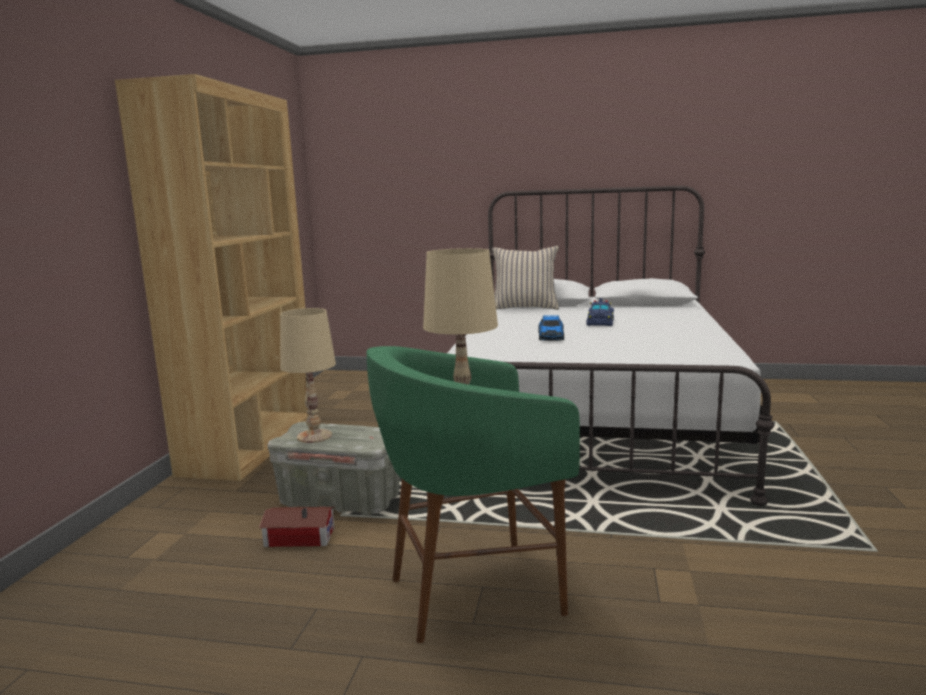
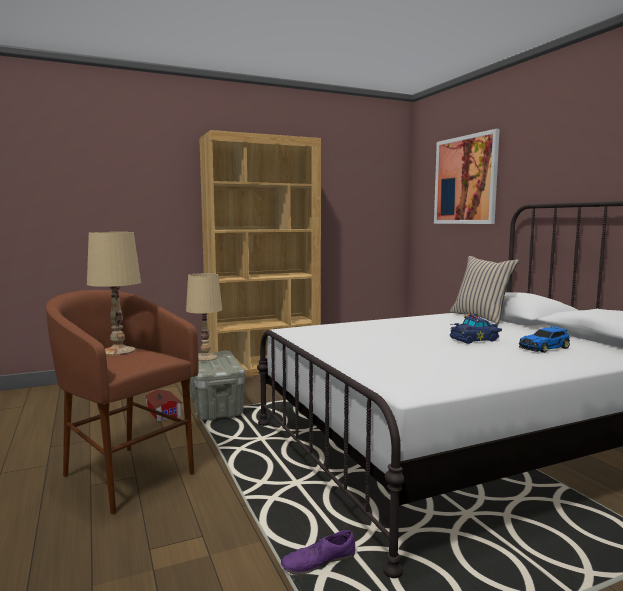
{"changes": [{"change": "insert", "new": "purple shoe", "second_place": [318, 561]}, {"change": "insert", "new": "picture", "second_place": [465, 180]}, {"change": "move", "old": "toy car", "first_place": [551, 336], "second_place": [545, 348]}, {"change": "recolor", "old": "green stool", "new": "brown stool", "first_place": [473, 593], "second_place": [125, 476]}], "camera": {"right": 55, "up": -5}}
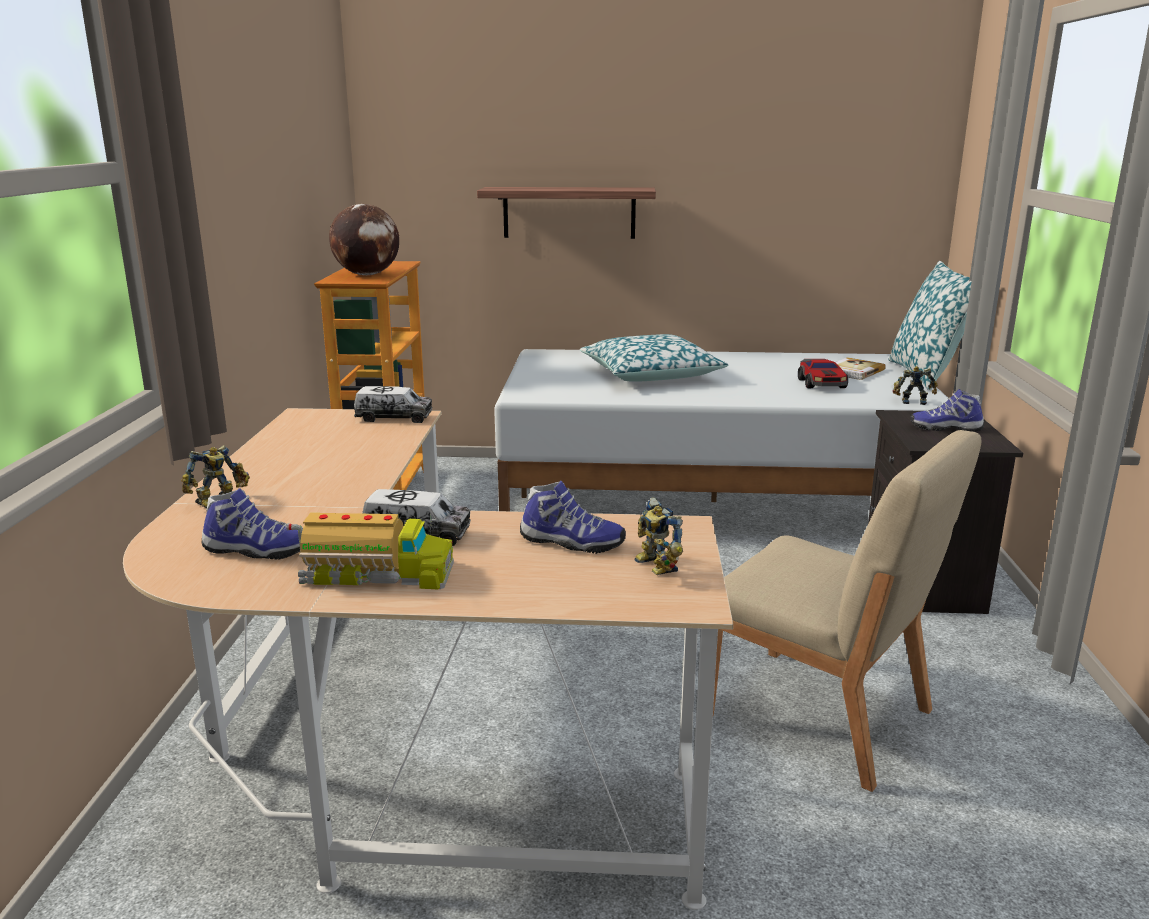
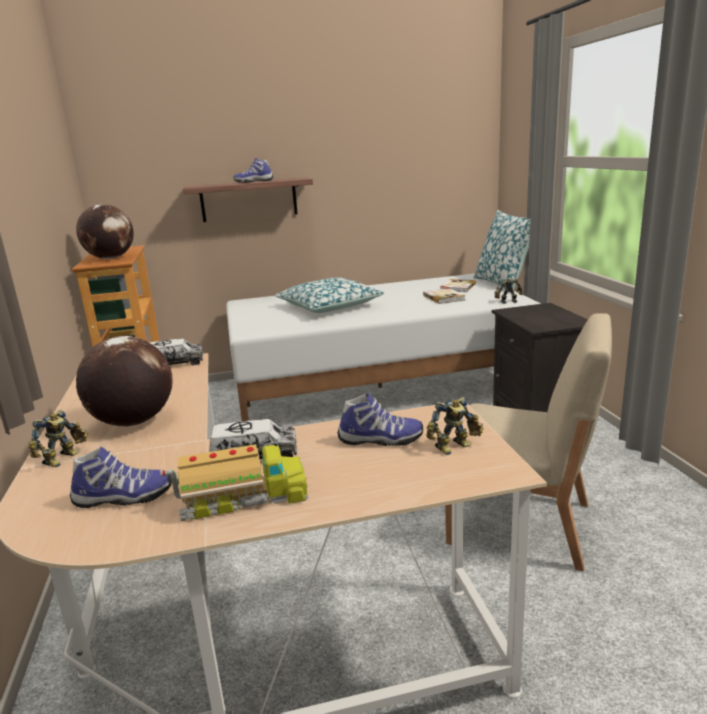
{"changes": [{"change": "insert", "new": "globe", "second_place": [133, 422]}, {"change": "move", "old": "shoe", "first_place": [945, 428], "second_place": [254, 182]}, {"change": "replace", "old": "toy car", "new": "book", "first_place": [821, 383], "second_place": [444, 297]}, {"change": "rotate", "old": "toy robot", "first_place": [653, 567], "second_place": [455, 447], "degrees": -75}], "camera": {"right": -15, "up": 0}}
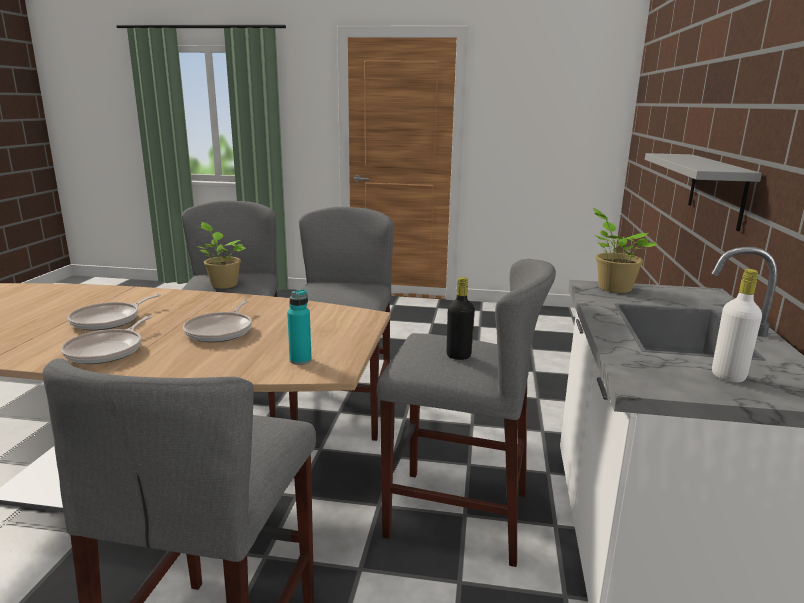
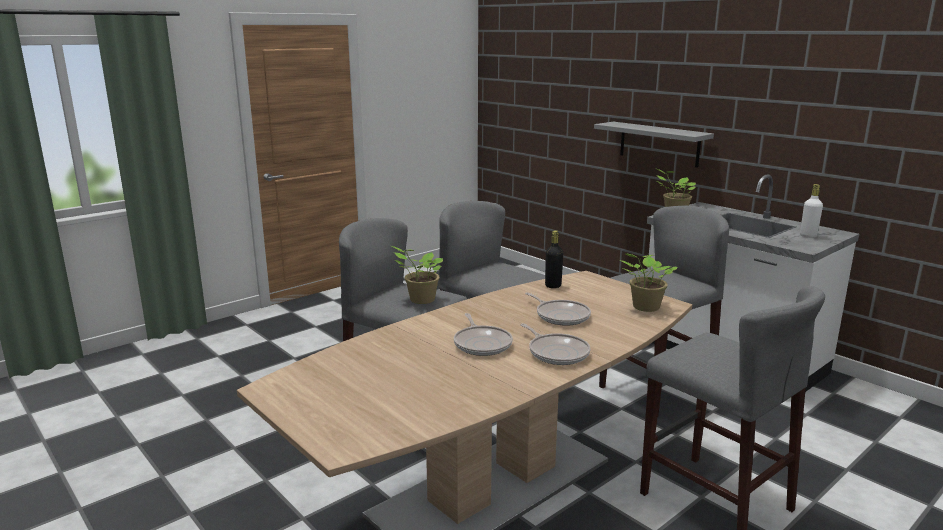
{"changes": [{"change": "move", "old": "black bottle", "first_place": [458, 356], "second_place": [553, 286]}, {"change": "replace", "old": "turquoise bottle", "new": "potted plant", "first_place": [300, 360], "second_place": [644, 307]}], "camera": {"right": -50, "up": 0}}
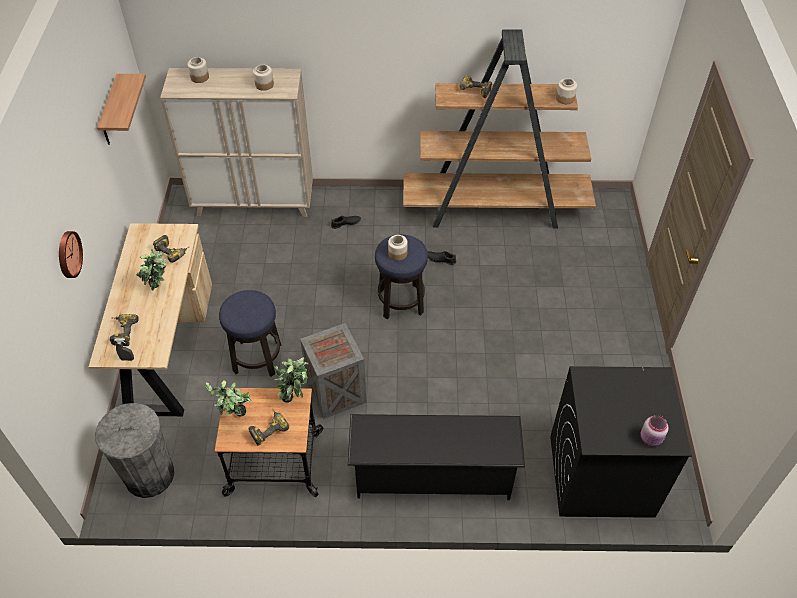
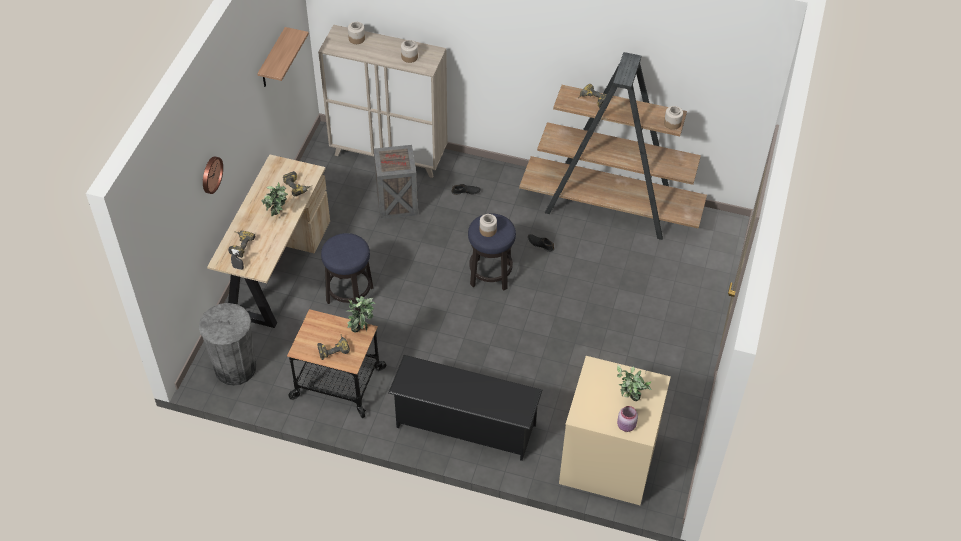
{"changes": [{"change": "move", "old": "potted plant", "first_place": [235, 417], "second_place": [629, 401]}, {"change": "move", "old": "crate", "first_place": [337, 393], "second_place": [398, 203]}, {"change": "recolor", "old": "black washing machine", "new": "beige washing machine", "first_place": [600, 476], "second_place": [607, 461]}], "camera": {"right": 15, "up": 0}}
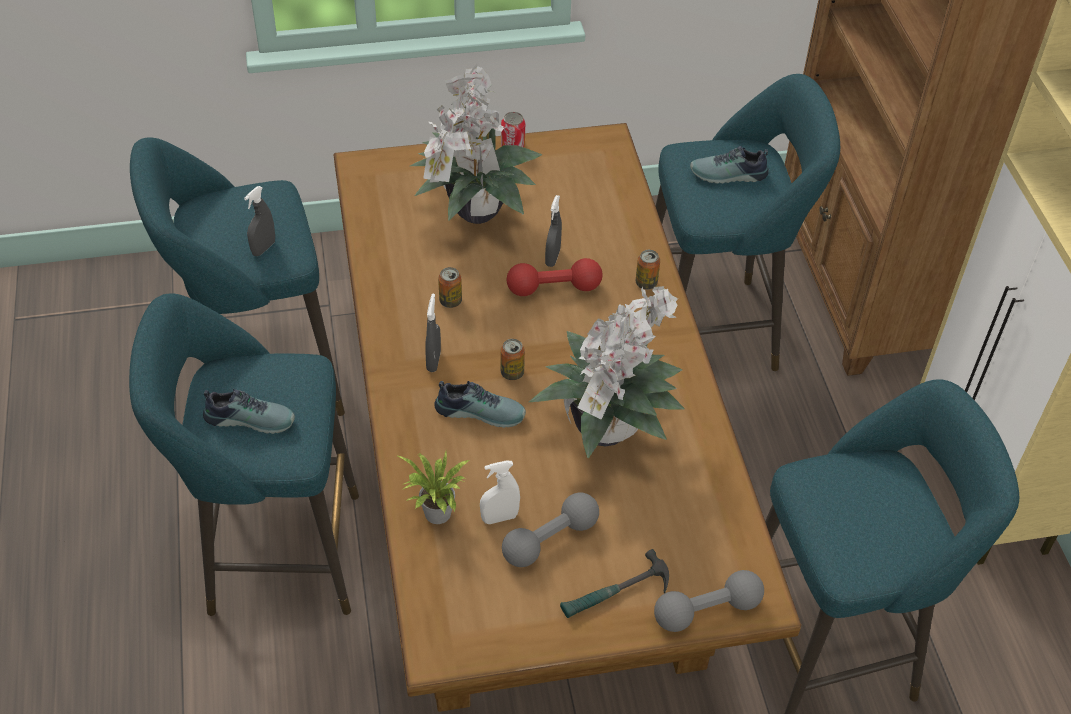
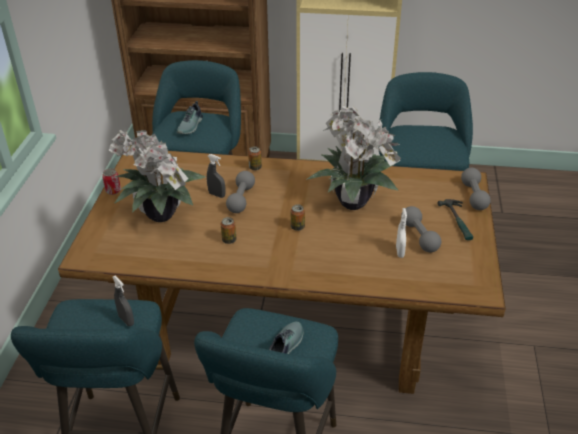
{"changes": [{"change": "delete", "old": "potted plant", "first_place": [436, 516]}, {"change": "delete", "old": "grey spray bottle", "first_place": [433, 361]}, {"change": "delete", "old": "shoe", "first_place": [480, 410]}, {"change": "recolor", "old": "red dumbbell", "new": "grey dumbbell", "first_place": [554, 288], "second_place": [241, 199]}], "camera": {"right": -70, "up": -10}}
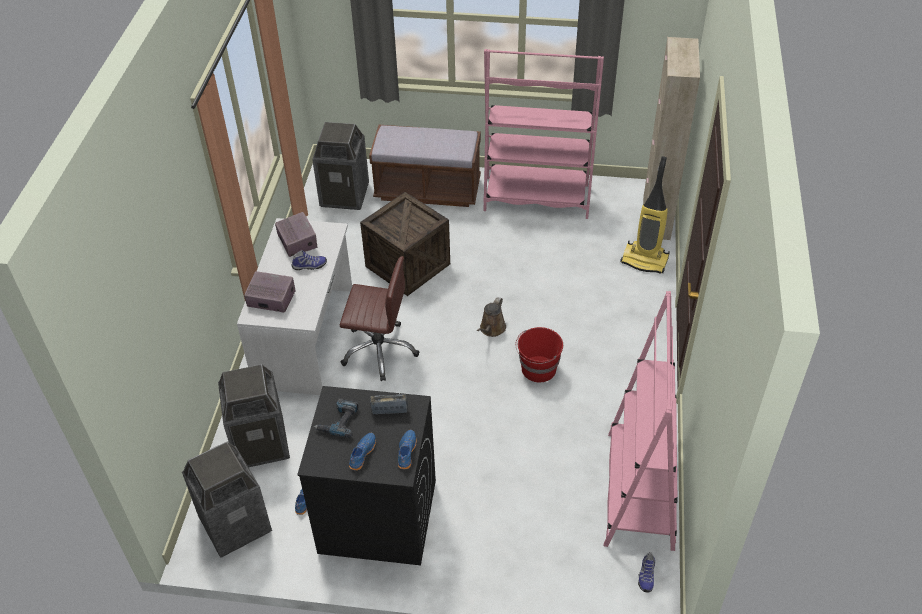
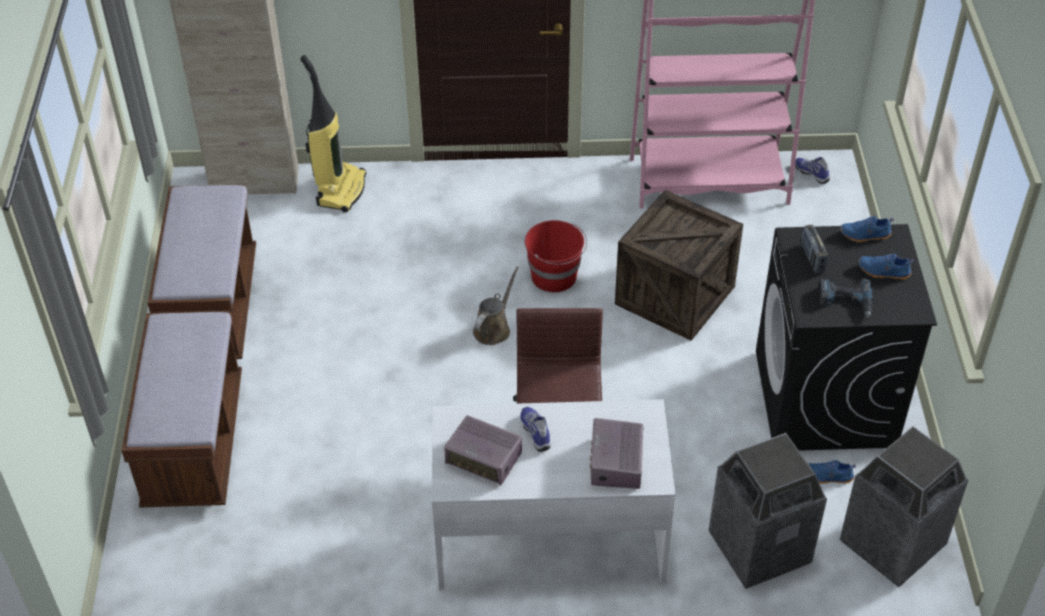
{"changes": [{"change": "delete", "old": "trash can", "first_place": [345, 195]}, {"change": "move", "old": "crate", "first_place": [407, 265], "second_place": [675, 295]}, {"change": "replace", "old": "pink bookcase", "new": "brown bench", "first_place": [536, 198], "second_place": [212, 307]}, {"change": "rotate", "old": "radio", "first_place": [297, 241], "second_place": [484, 459], "degrees": -120}, {"change": "rotate", "old": "brown watering can", "first_place": [491, 329], "second_place": [493, 328], "degrees": -75}, {"change": "rotate", "old": "shoe", "first_place": [646, 575], "second_place": [812, 173], "degrees": -135}], "camera": {"right": -100, "up": 0}}
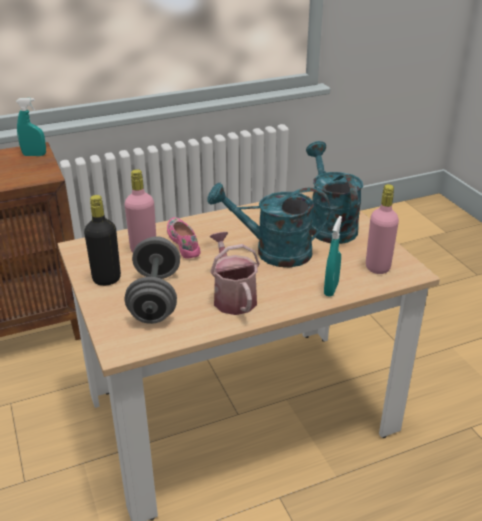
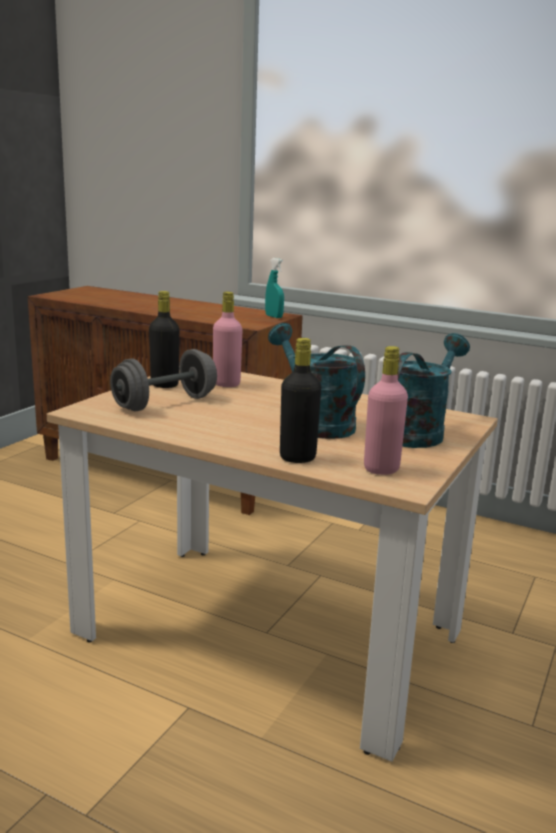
{"changes": [{"change": "delete", "old": "pink shoe", "first_place": [184, 242]}, {"change": "delete", "old": "watering can", "first_place": [232, 296]}, {"change": "replace", "old": "turquoise spray bottle", "new": "black bottle", "first_place": [331, 289], "second_place": [297, 458]}], "camera": {"right": 50, "up": -15}}
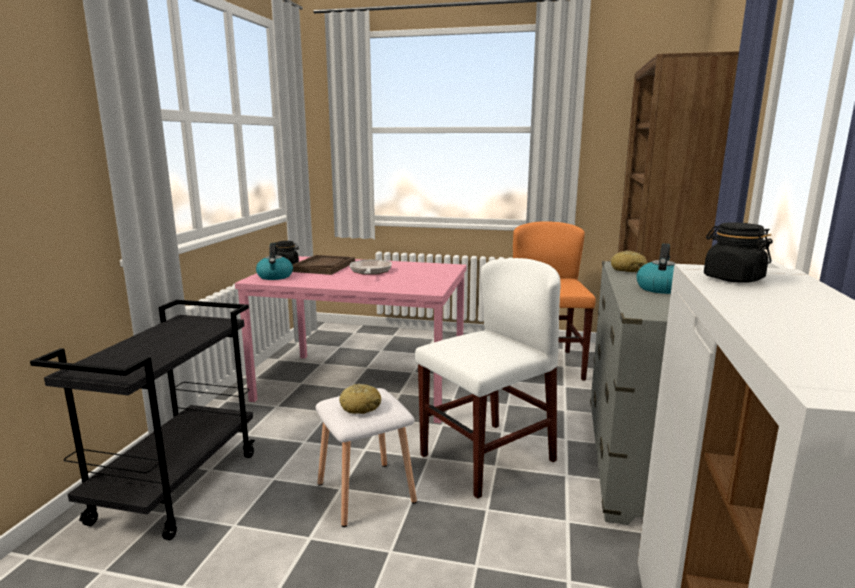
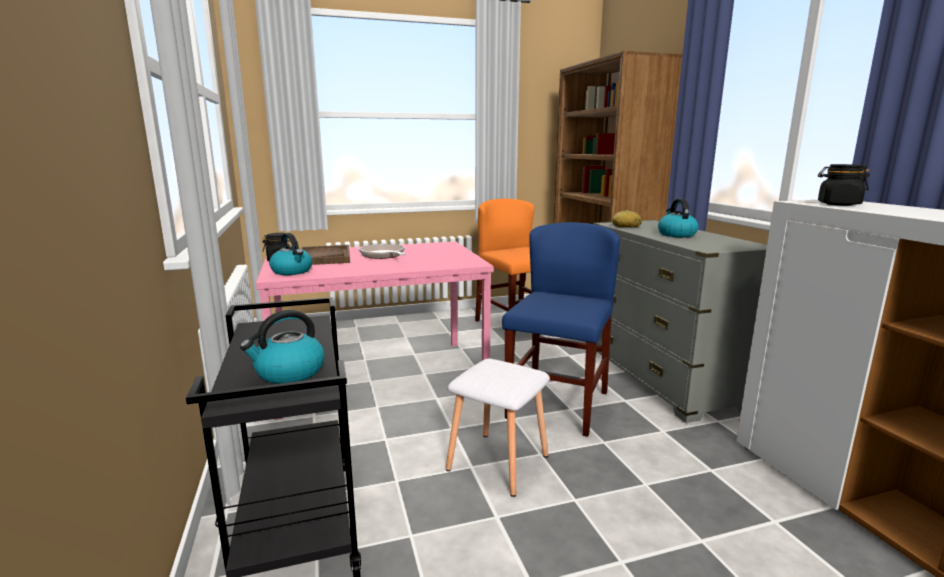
{"changes": [{"change": "delete", "old": "bread", "first_place": [360, 407]}, {"change": "insert", "new": "kettle", "second_place": [289, 373]}, {"change": "recolor", "old": "white chair", "new": "blue chair", "first_place": [487, 458], "second_place": [558, 405]}], "camera": {"right": -30, "up": 0}}
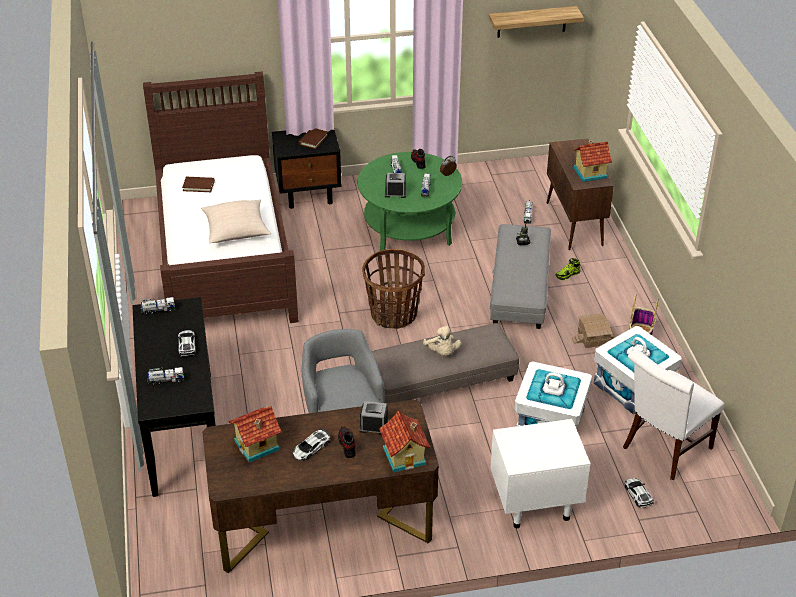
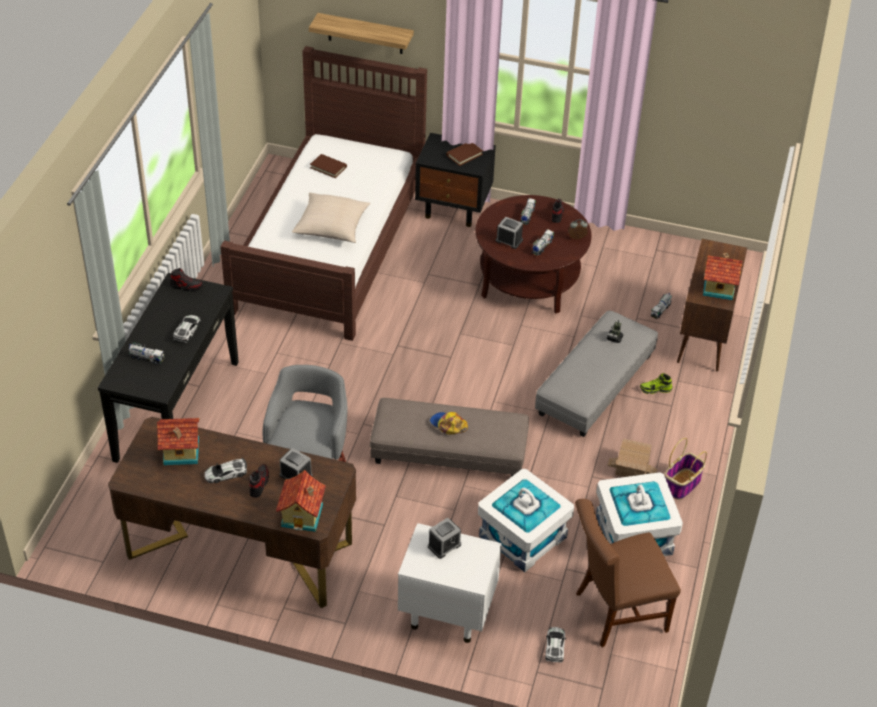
{"changes": [{"change": "delete", "old": "basket", "first_place": [394, 315]}, {"change": "insert", "new": "alarm clock", "second_place": [444, 545]}, {"change": "move", "old": "shelf", "first_place": [532, 22], "second_place": [365, 34]}, {"change": "replace", "old": "toy truck", "new": "shoe", "first_place": [158, 310], "second_place": [186, 286]}, {"change": "replace", "old": "beige plush toy", "new": "cap", "first_place": [442, 352], "second_place": [448, 425]}, {"change": "recolor", "old": "green coffee table", "new": "brown coffee table", "first_place": [409, 228], "second_place": [528, 280]}, {"change": "recolor", "old": "white chair", "new": "brown chair", "first_place": [663, 450], "second_place": [615, 613]}], "camera": {"right": 25, "up": 5}}
